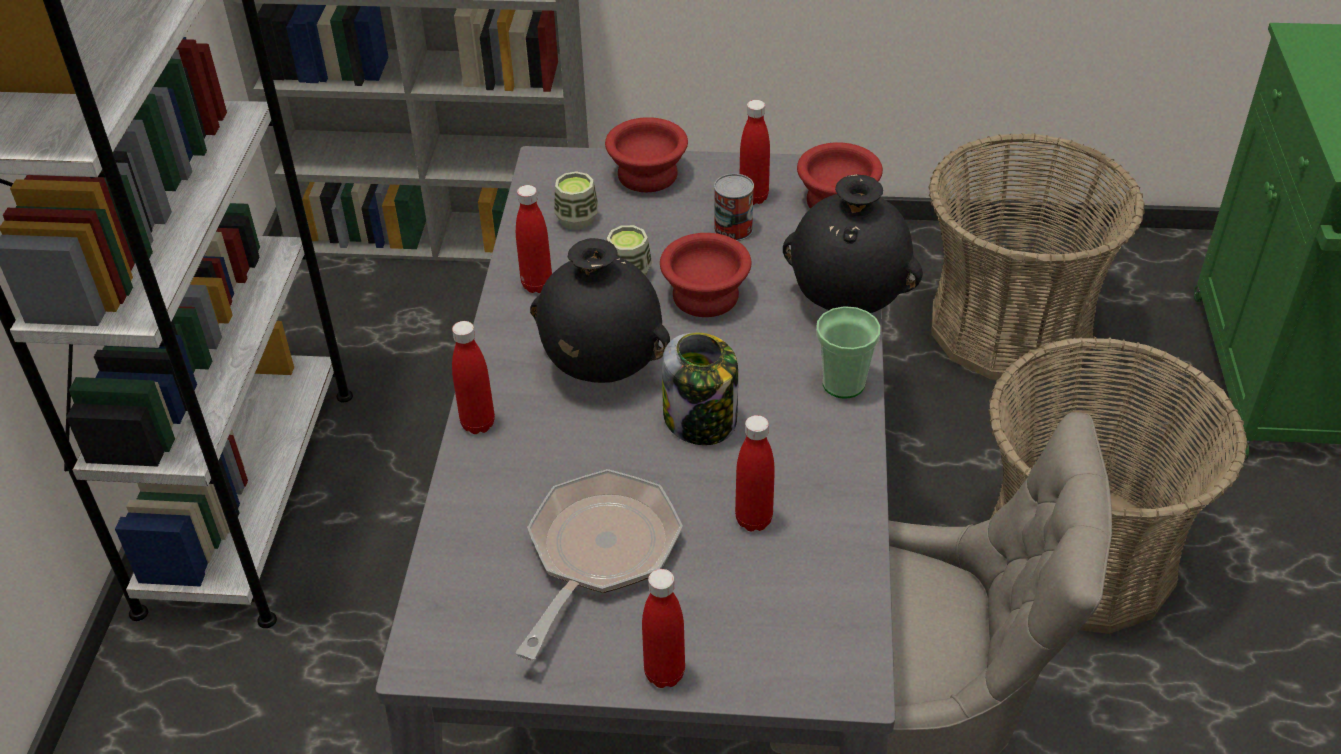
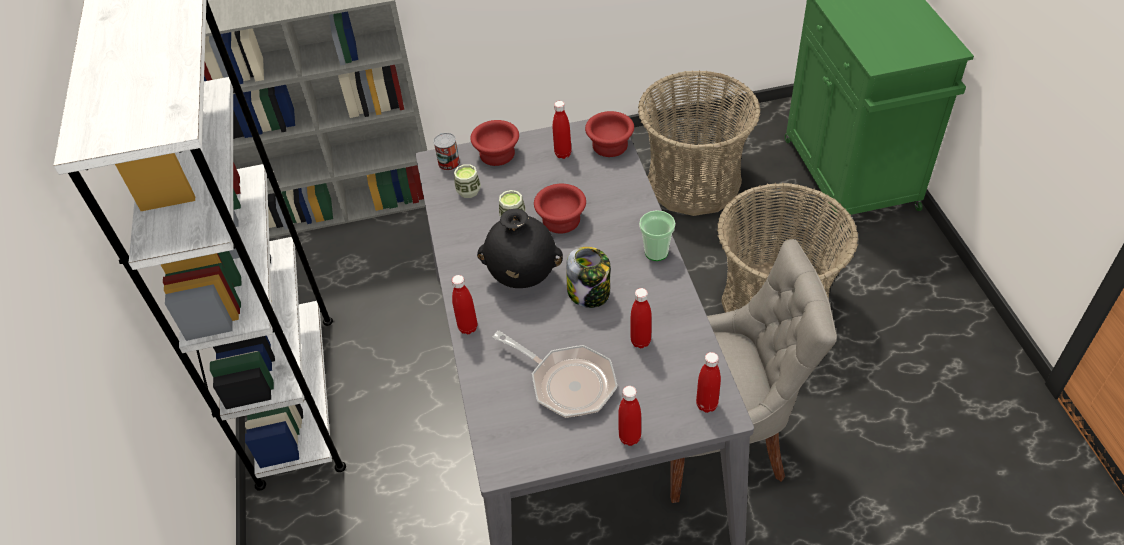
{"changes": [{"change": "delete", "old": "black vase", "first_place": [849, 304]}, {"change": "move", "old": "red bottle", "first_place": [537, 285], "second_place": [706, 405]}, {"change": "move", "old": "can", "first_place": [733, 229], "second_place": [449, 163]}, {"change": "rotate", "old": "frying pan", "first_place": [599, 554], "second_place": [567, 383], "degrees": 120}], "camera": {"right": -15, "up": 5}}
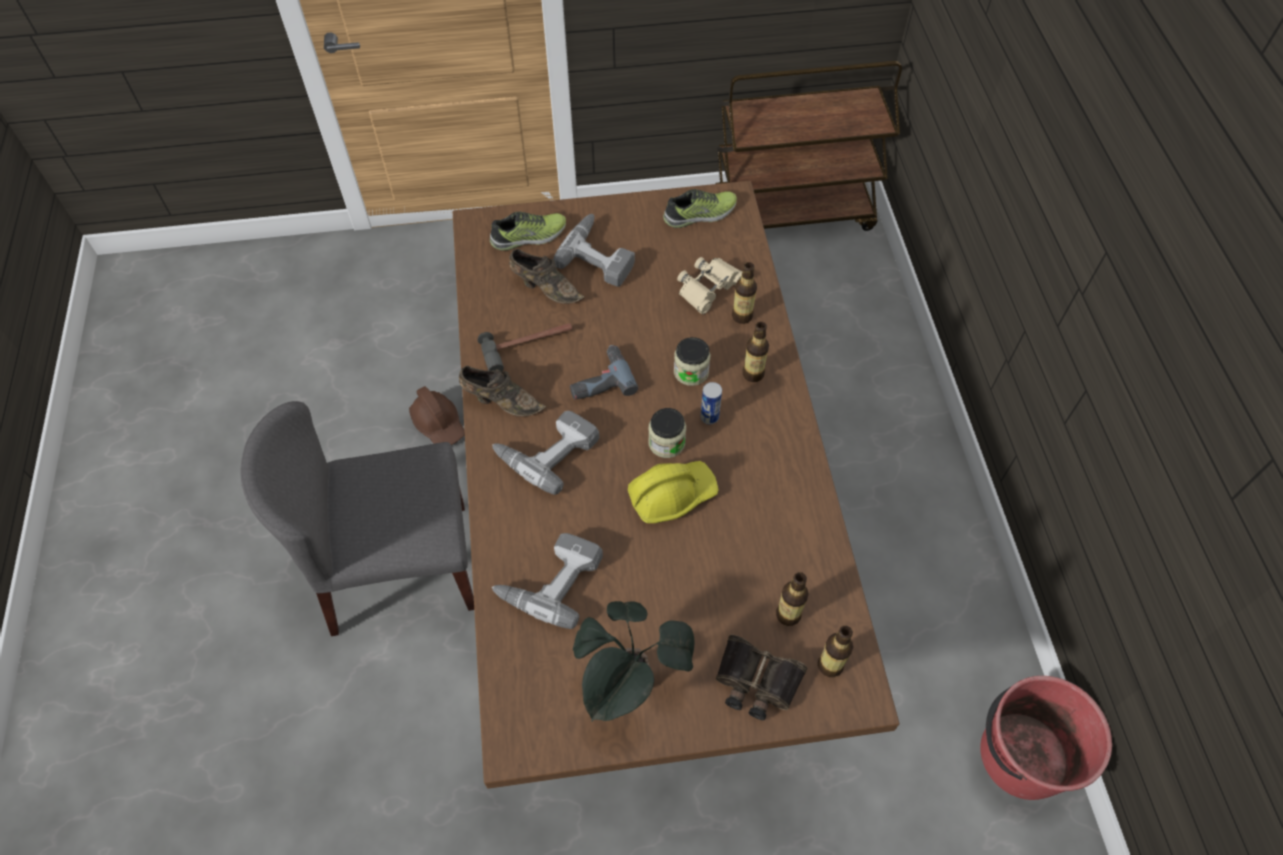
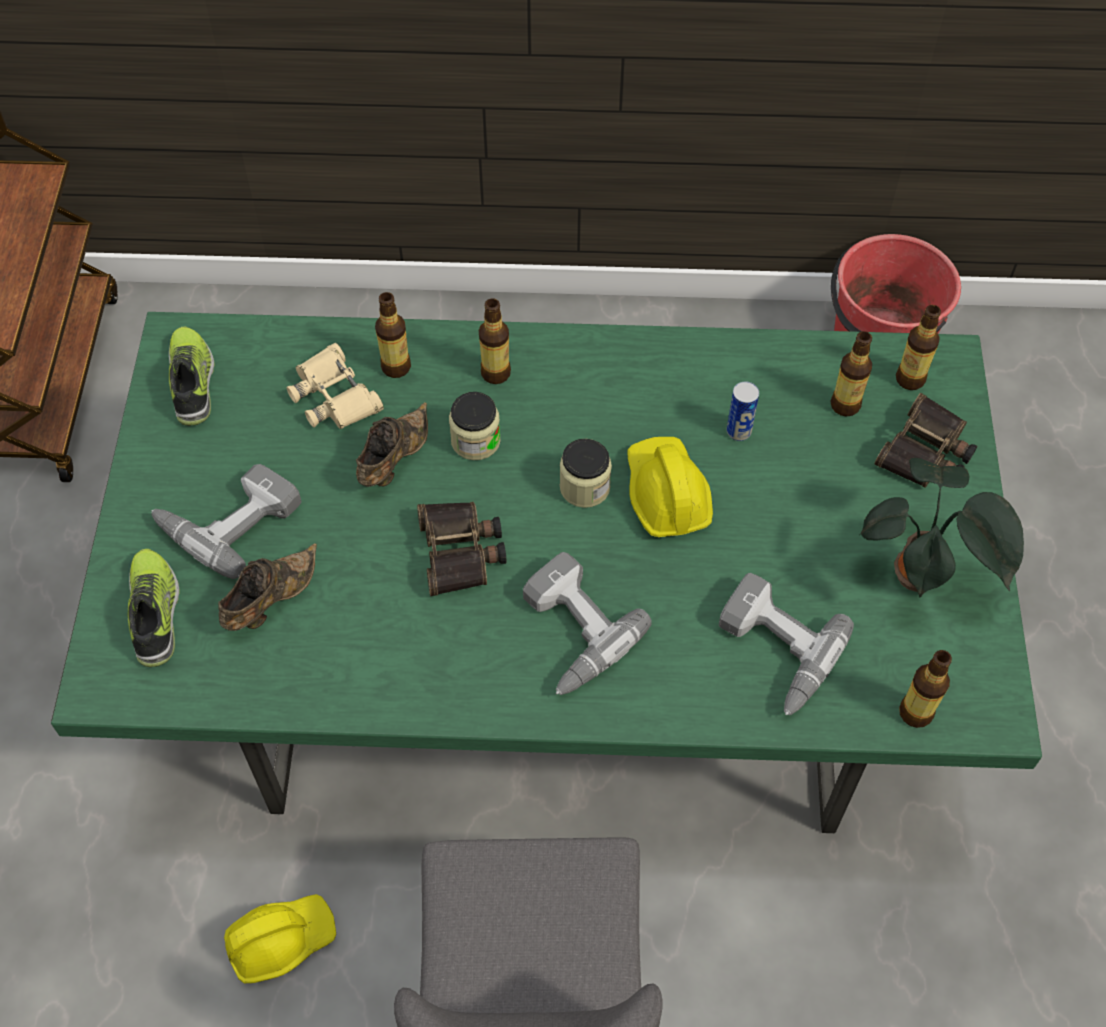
{"changes": [{"change": "delete", "old": "hammer", "first_place": [528, 346]}, {"change": "insert", "new": "bottle", "second_place": [915, 712]}, {"change": "move", "old": "brown shoe", "first_place": [501, 401], "second_place": [393, 460]}, {"change": "move", "old": "can", "first_place": [709, 417], "second_place": [738, 431]}, {"change": "replace", "old": "power drill", "new": "binoculars", "first_place": [599, 379], "second_place": [461, 552]}, {"change": "recolor", "old": "brown hard hat", "new": "yellow hard hat", "first_place": [439, 423], "second_place": [281, 940]}, {"change": "recolor", "old": "brown dining table", "new": "green dining table", "first_place": [641, 539], "second_place": [550, 673]}], "camera": {"right": -80, "up": 0}}
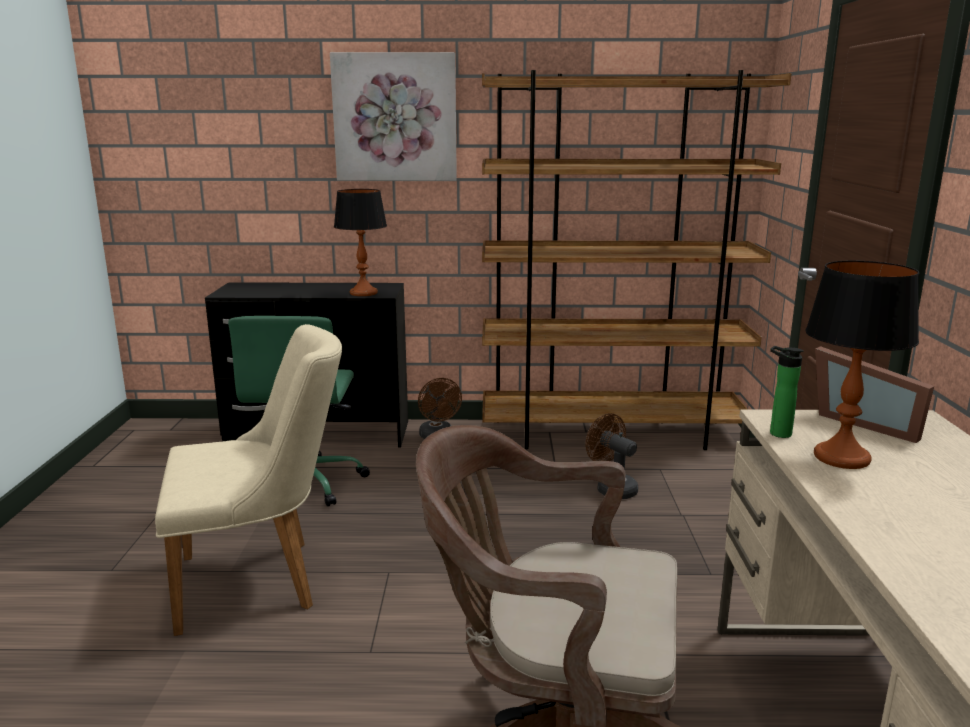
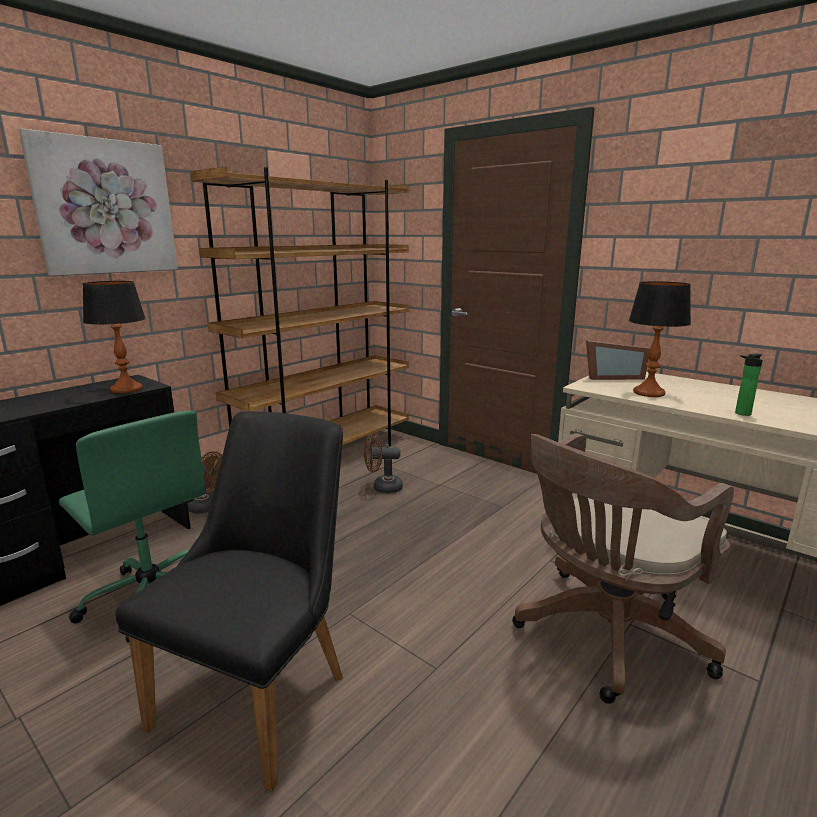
{"changes": [{"change": "move", "old": "bottle", "first_place": [777, 433], "second_place": [740, 413]}, {"change": "recolor", "old": "beige chair", "new": "black chair", "first_place": [262, 580], "second_place": [264, 688]}], "camera": {"right": -50, "up": 0}}
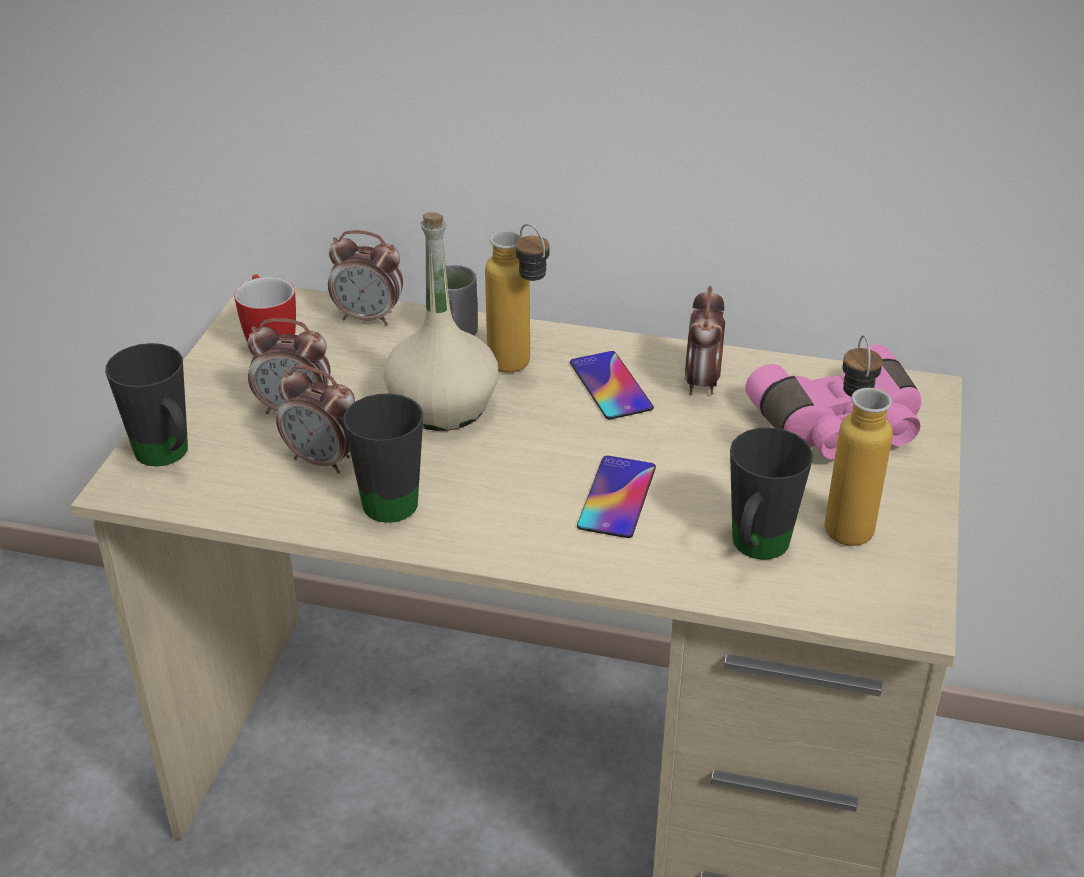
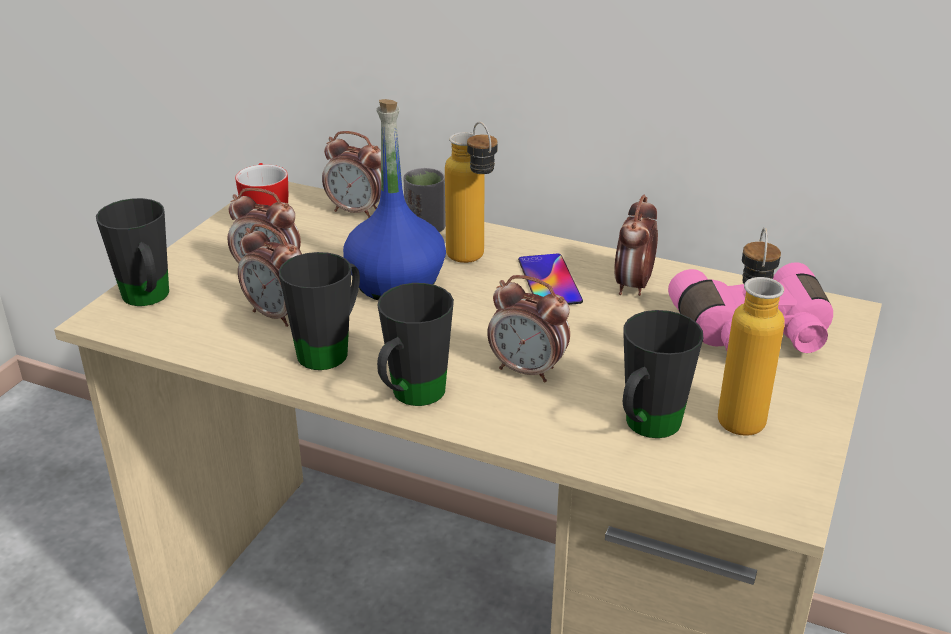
{"changes": [{"change": "insert", "new": "black mug", "second_place": [411, 398]}, {"change": "replace", "old": "phone", "new": "alarm clock", "first_place": [617, 497], "second_place": [528, 370]}, {"change": "recolor", "old": "beige bottle", "new": "blue bottle", "first_place": [443, 406], "second_place": [396, 283]}], "camera": {"right": 10, "up": -5}}
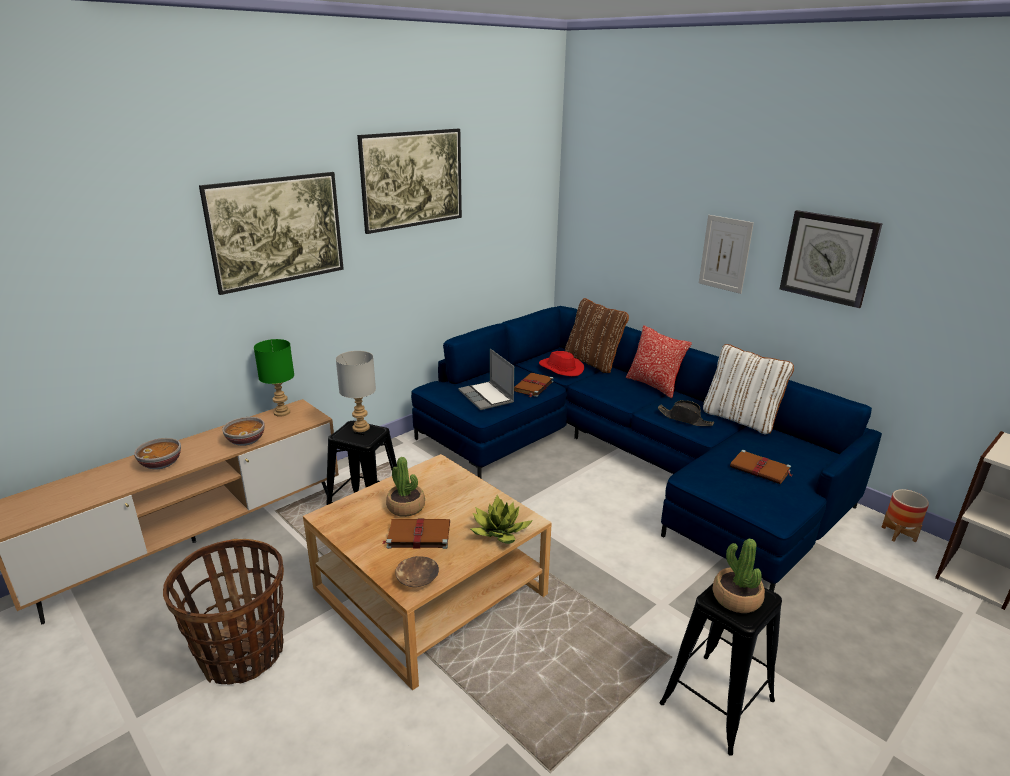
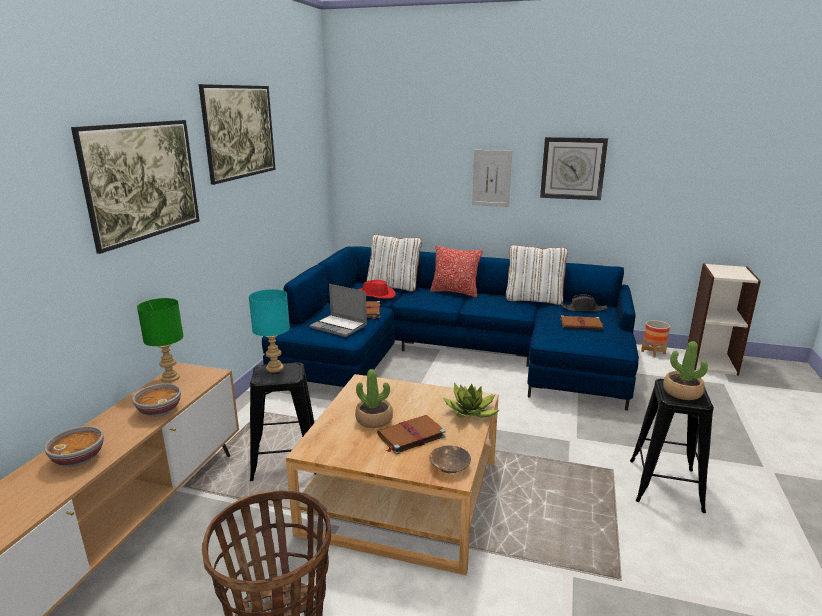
{"changes": [{"change": "move", "old": "black hat", "first_place": [685, 419], "second_place": [583, 309]}, {"change": "recolor", "old": "grey table lamp", "new": "turquoise table lamp", "first_place": [361, 428], "second_place": [275, 368]}, {"change": "recolor", "old": "brown pillow", "new": "white pillow", "first_place": [593, 362], "second_place": [394, 286]}], "camera": {"right": -30, "up": -5}}
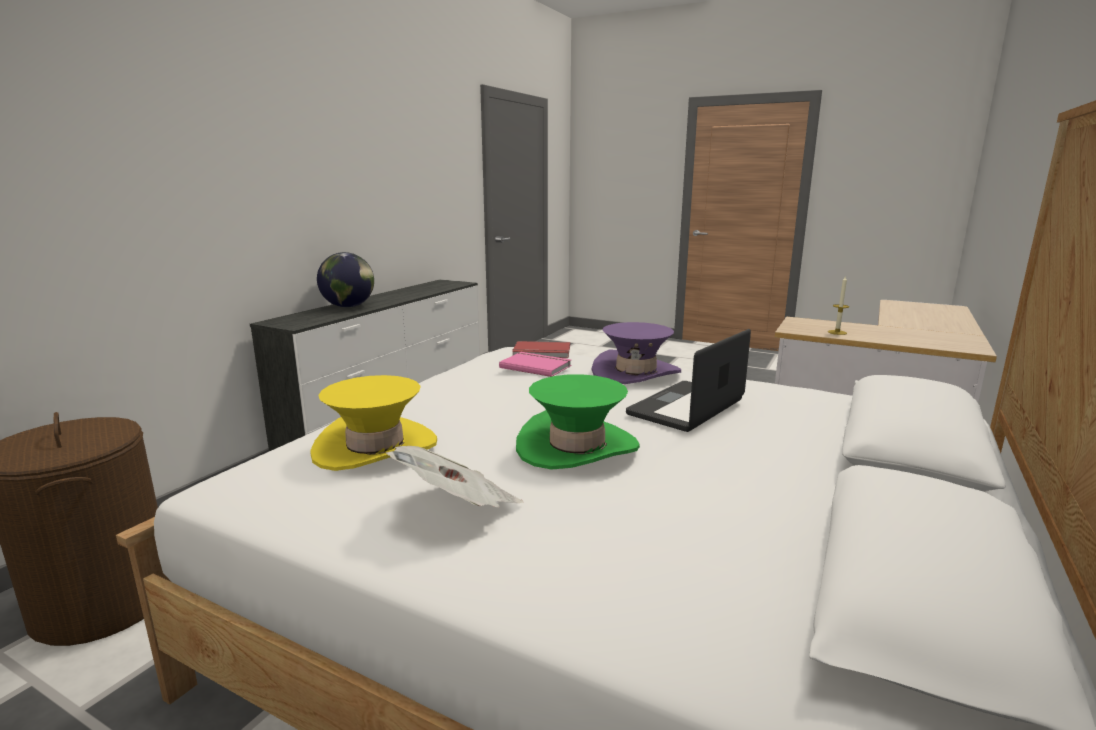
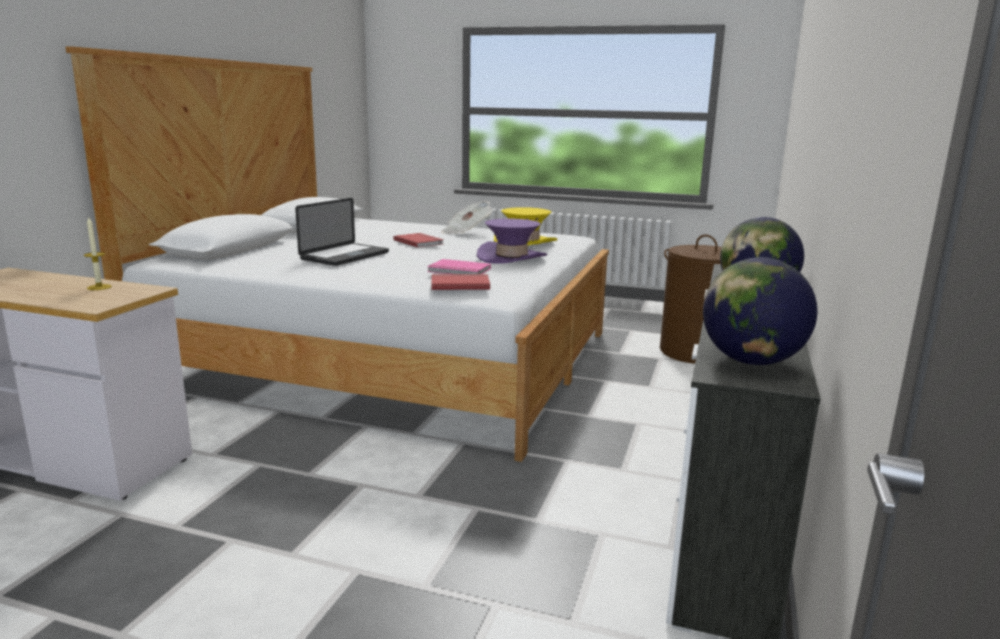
{"changes": [{"change": "insert", "new": "globe", "second_place": [750, 361]}, {"change": "move", "old": "purple hat", "first_place": [636, 373], "second_place": [511, 257]}, {"change": "replace", "old": "green hat", "new": "red book", "first_place": [577, 447], "second_place": [419, 242]}], "camera": {"right": 170, "up": 0}}
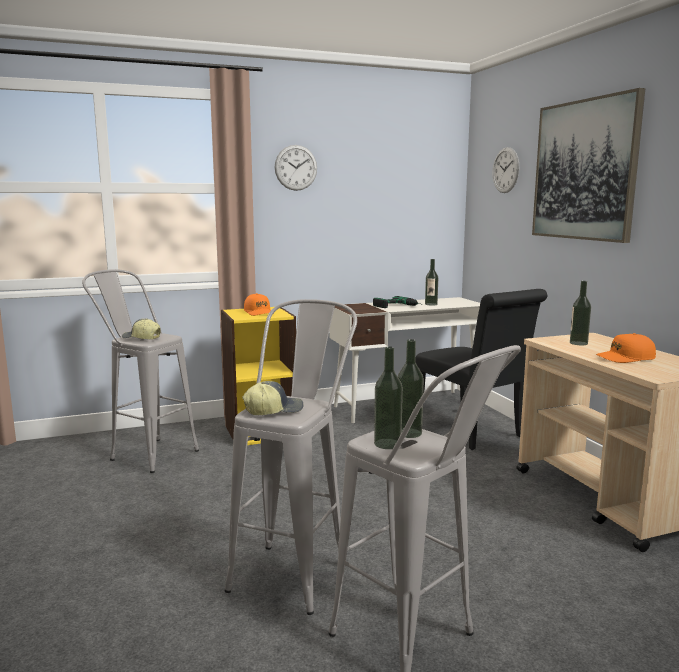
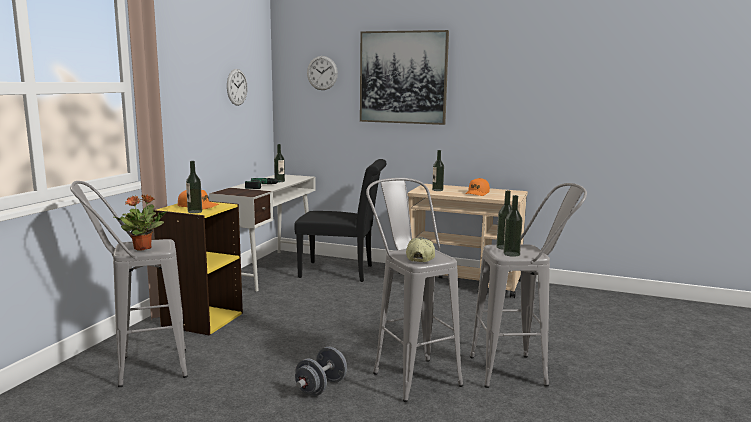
{"changes": [{"change": "insert", "new": "bottle", "second_place": [195, 211]}, {"change": "insert", "new": "grey dumbbell", "second_place": [321, 387]}, {"change": "move", "old": "wall clock", "first_place": [296, 167], "second_place": [237, 87]}, {"change": "replace", "old": "cap", "new": "potted plant", "first_place": [141, 338], "second_place": [143, 248]}], "camera": {"right": -50, "up": 0}}
